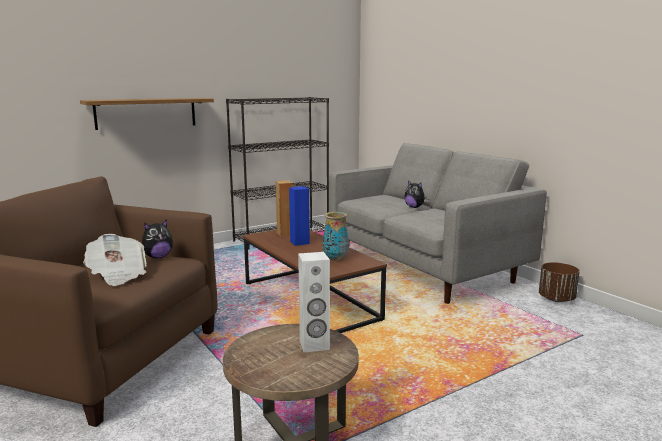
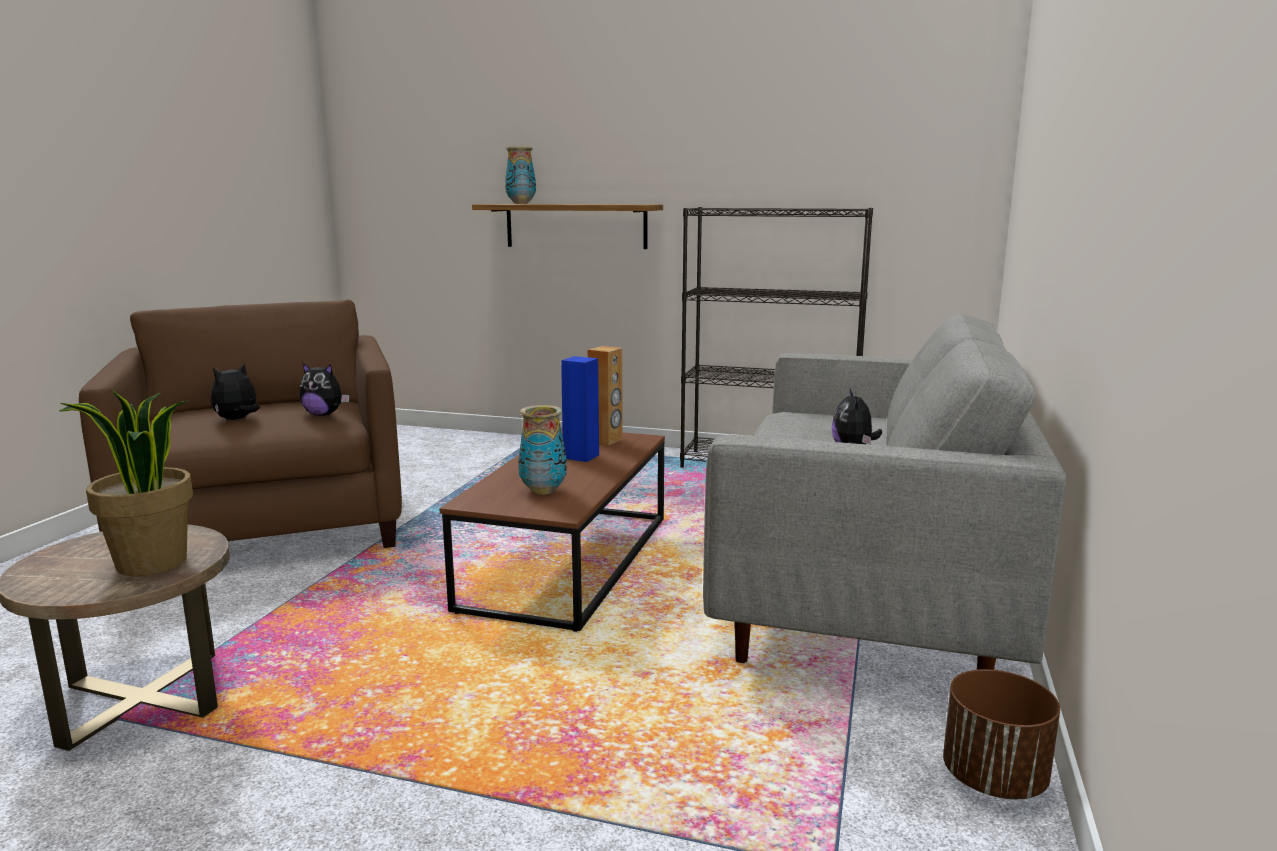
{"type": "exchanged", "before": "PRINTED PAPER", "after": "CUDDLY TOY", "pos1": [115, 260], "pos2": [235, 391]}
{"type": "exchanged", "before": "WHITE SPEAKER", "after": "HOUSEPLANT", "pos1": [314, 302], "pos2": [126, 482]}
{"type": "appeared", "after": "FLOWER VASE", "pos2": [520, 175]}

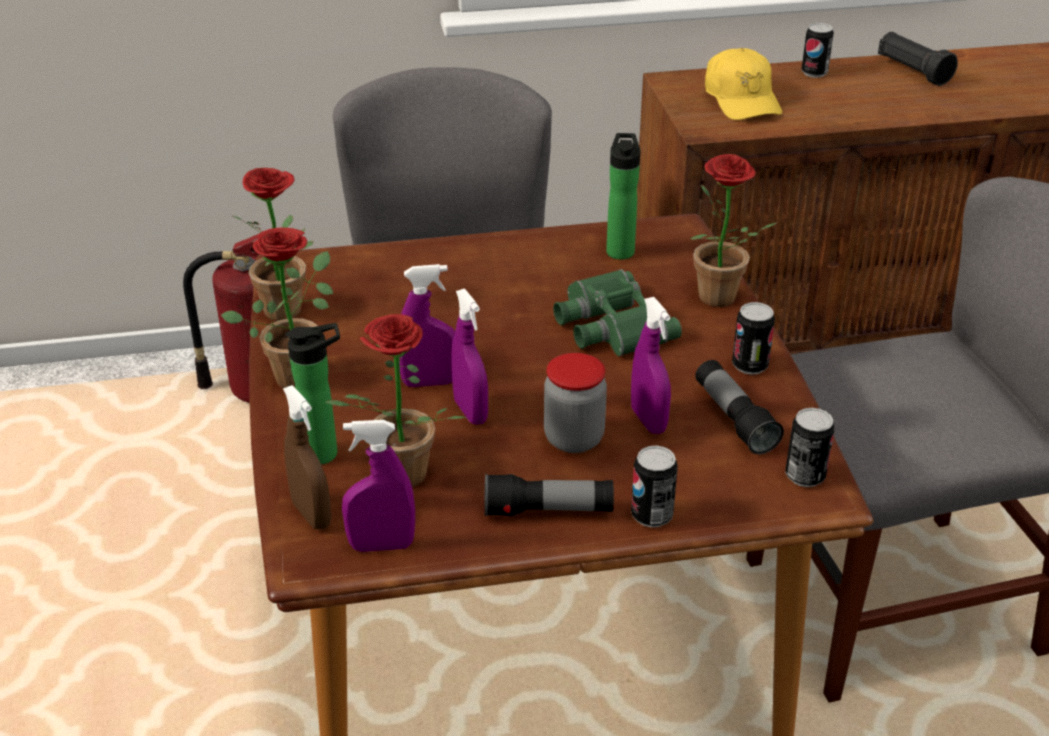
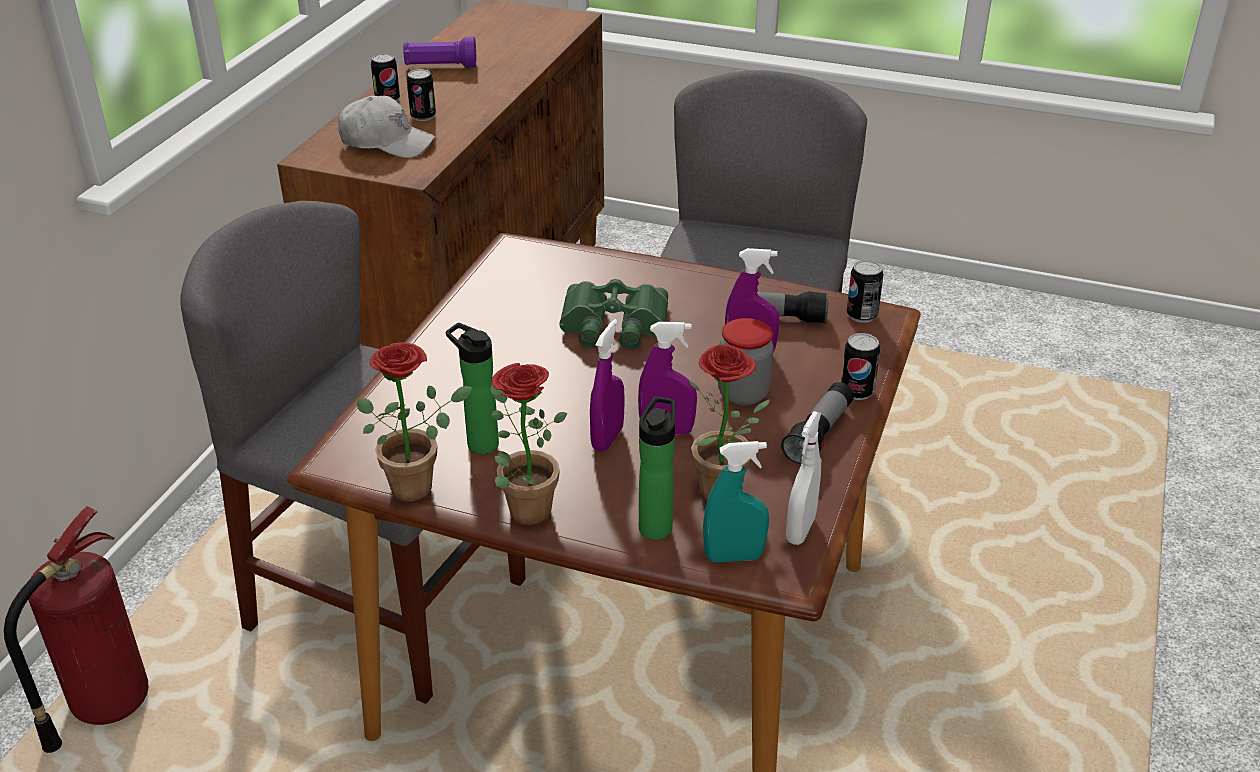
{"type": "colour", "before": "BROWN SPRAYER", "after": "BLUE-GREEN SPRAYER", "pos1": [307, 457], "pos2": [736, 501]}
{"type": "colour", "before": "PURPLISH SPRAYER", "after": "WHITE SPRAYER", "pos1": [378, 486], "pos2": [803, 478]}
{"type": "relocated", "before": "DRINK BOTTLE", "pos1": [623, 196], "pos2": [472, 388]}
{"type": "missing", "before": "HOUSEPLANT", "pos1": [734, 230]}
{"type": "colour", "before": "YELLOWISH BASEBALL CAP", "after": "WHITE BASEBALL CAP", "pos1": [743, 84], "pos2": [386, 127]}
{"type": "relocated", "before": "CAN", "pos1": [753, 338], "pos2": [421, 95]}
{"type": "colour", "before": "BLACK TORCH", "after": "PURPLISH TORCH", "pos1": [918, 59], "pos2": [440, 52]}

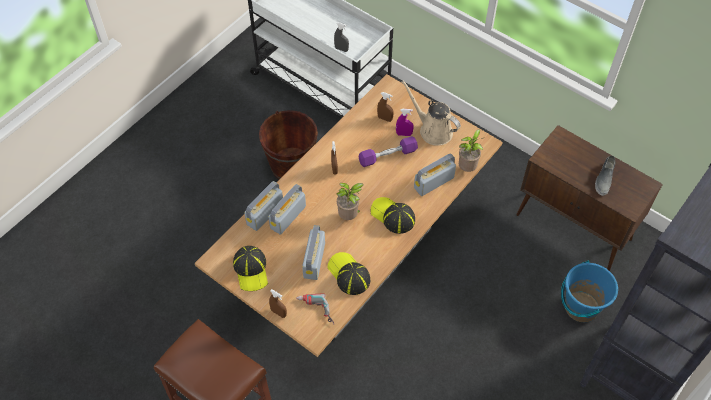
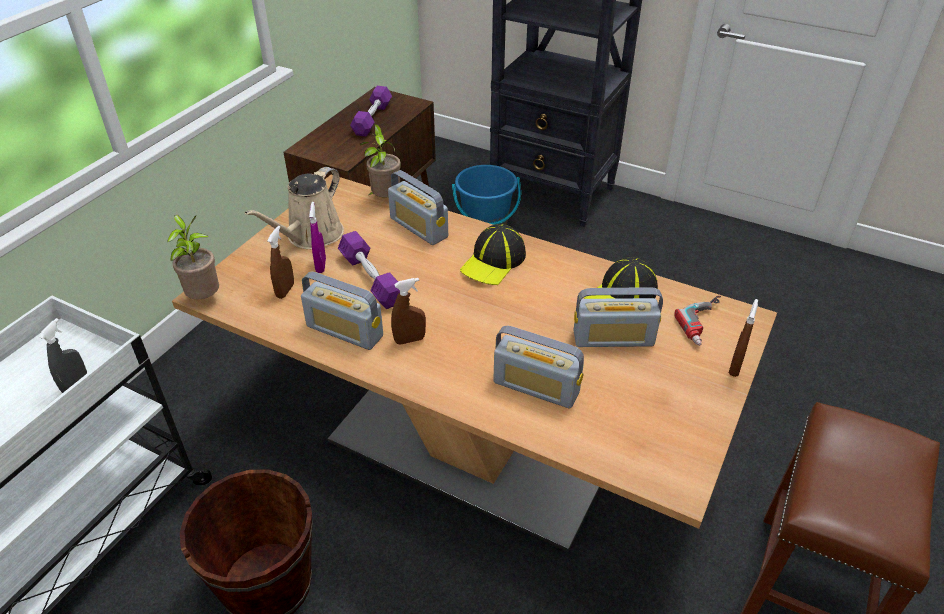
{"type": "missing", "before": "BASEBALL CAP", "pos1": [250, 268]}
{"type": "relocated", "before": "RADIO", "pos1": [263, 206], "pos2": [342, 311]}
{"type": "relocated", "before": "HOUSEPLANT", "pos1": [350, 201], "pos2": [193, 257]}
{"type": "exchanged", "before": "GREY LOW SHOE", "after": "PURPLISH FREE WEIGHT", "pos1": [605, 175], "pos2": [371, 111]}

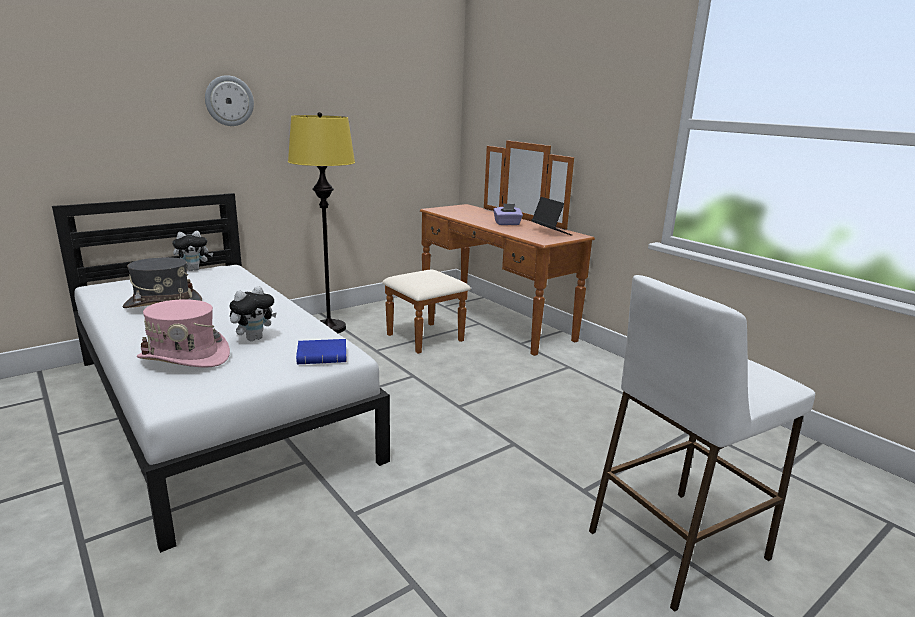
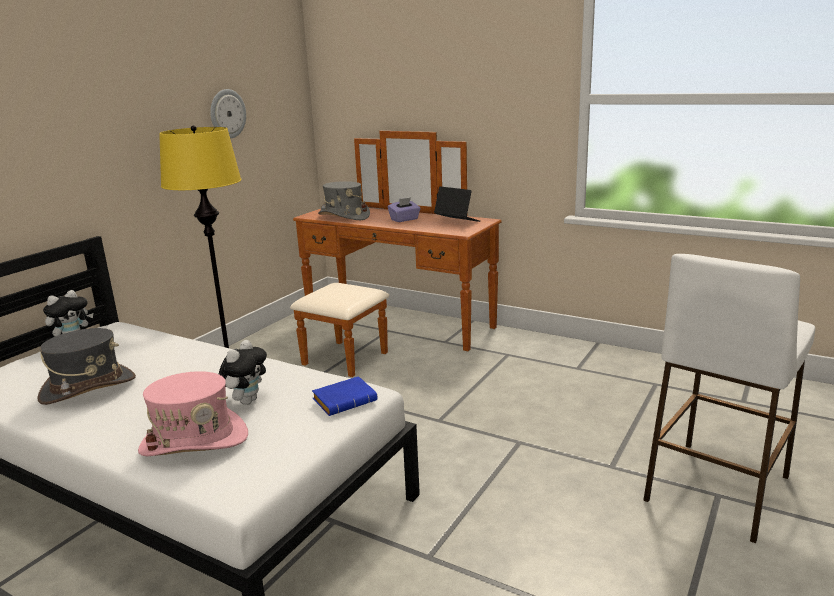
{"type": "relocated", "before": "CLOCK ON THE WALL", "pos1": [229, 100], "pos2": [228, 114]}
{"type": "appeared", "after": "GREY HAT", "pos2": [344, 200]}

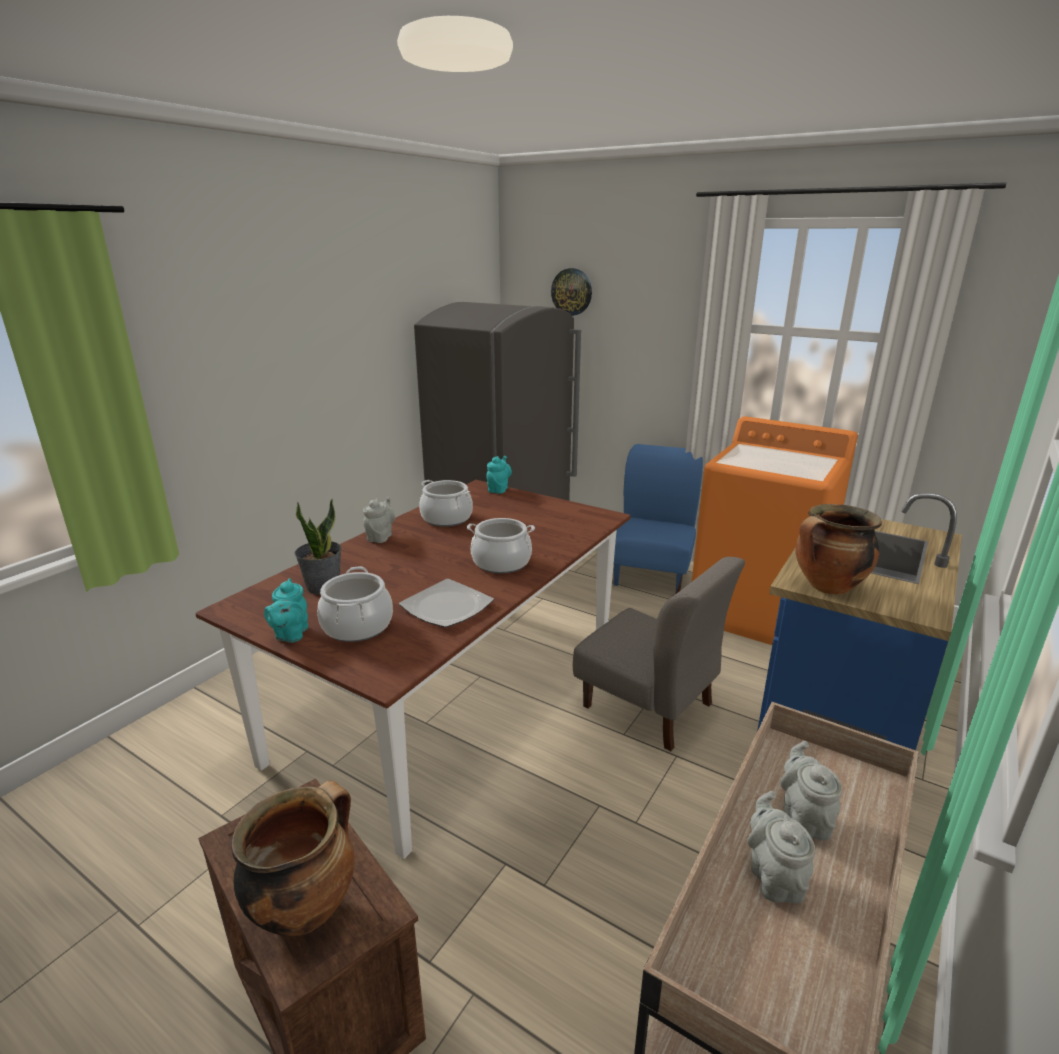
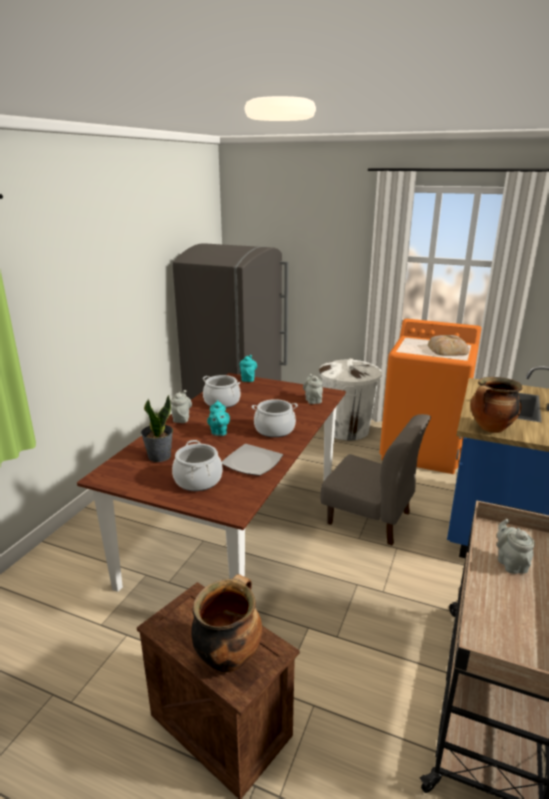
{"type": "relocated", "before": "BLUE-GREEN TEA POT", "pos1": [286, 610], "pos2": [218, 418]}
{"type": "missing", "before": "CLOCK ON THE WALL", "pos1": [571, 292]}
{"type": "exchanged", "before": "BLUISH CHAIR", "after": "WHITE RUBBISH BIN", "pos1": [658, 519], "pos2": [350, 399]}
{"type": "relocated", "before": "GREY TEA POT", "pos1": [781, 847], "pos2": [313, 389]}
{"type": "appeared", "after": "BAKED BREAD", "pos2": [448, 345]}

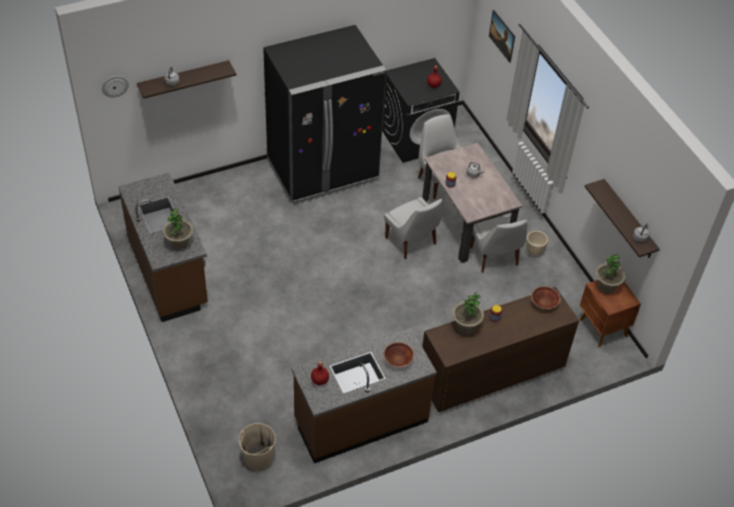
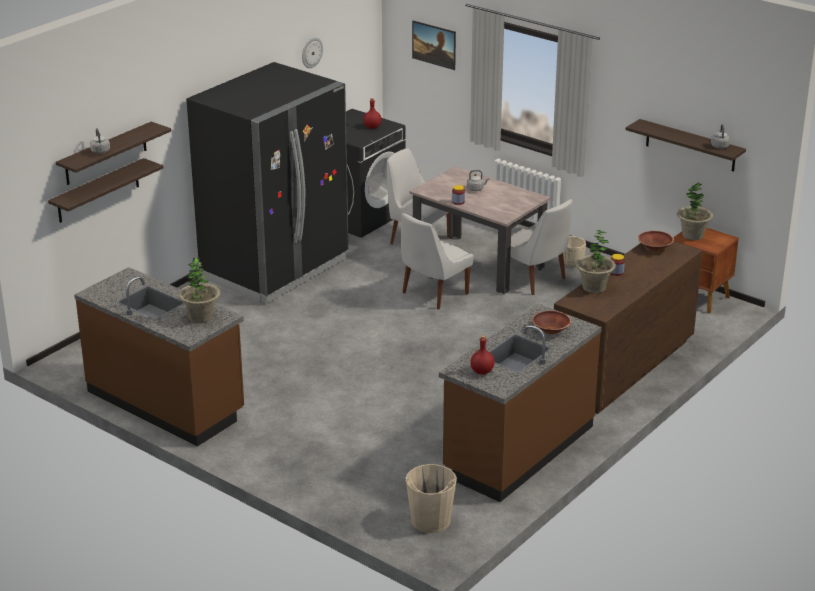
{"type": "relocated", "before": "CLOCK ON THE WALL", "pos1": [115, 86], "pos2": [312, 52]}
{"type": "spun", "before": "WHITE CHAIR", "pos1": [413, 228], "pos2": [437, 261], "turn": 105}
{"type": "appeared", "after": "BRACKET SHELF", "pos2": [105, 190]}

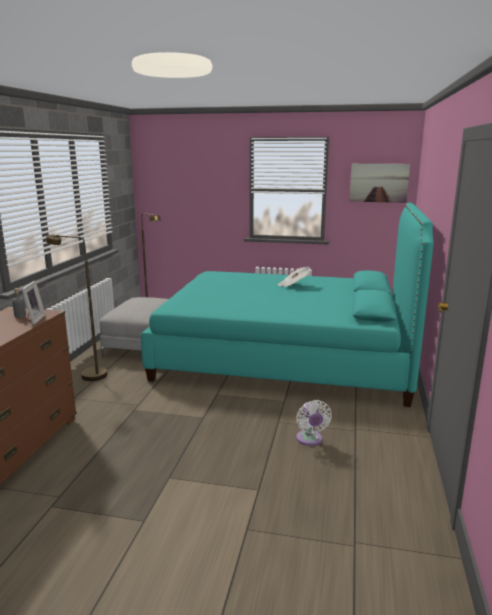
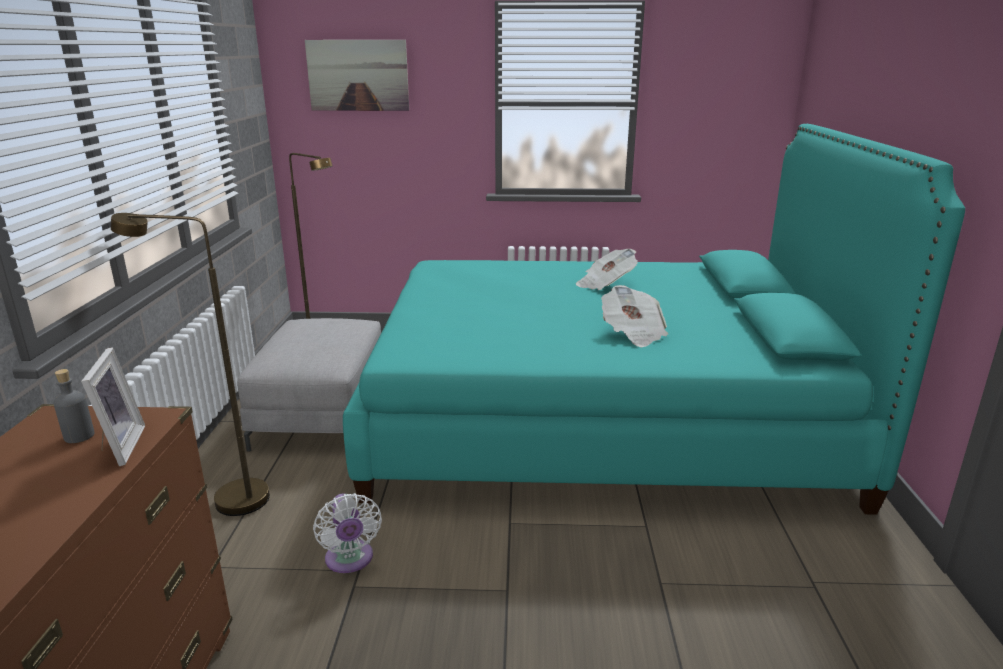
{"type": "relocated", "before": "WHITE FAN", "pos1": [314, 423], "pos2": [347, 533]}
{"type": "relocated", "before": "PICTURE", "pos1": [379, 183], "pos2": [357, 75]}
{"type": "appeared", "after": "PRINTED PAPER", "pos2": [634, 316]}

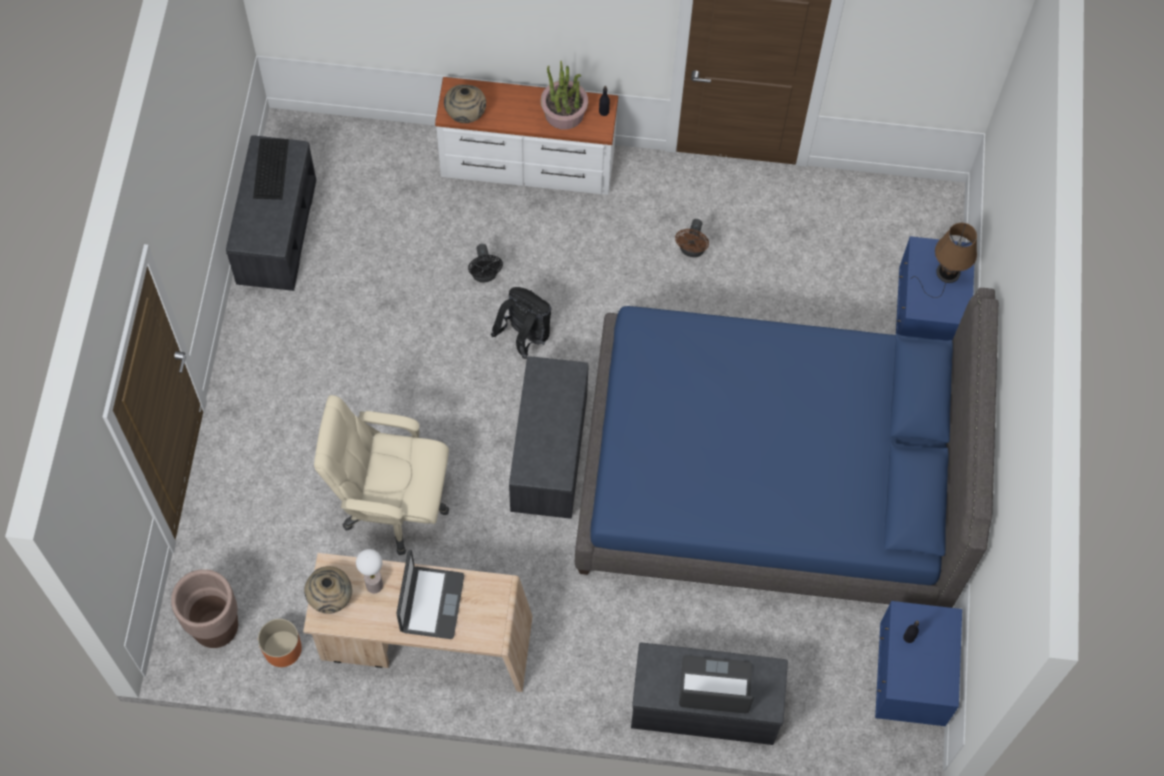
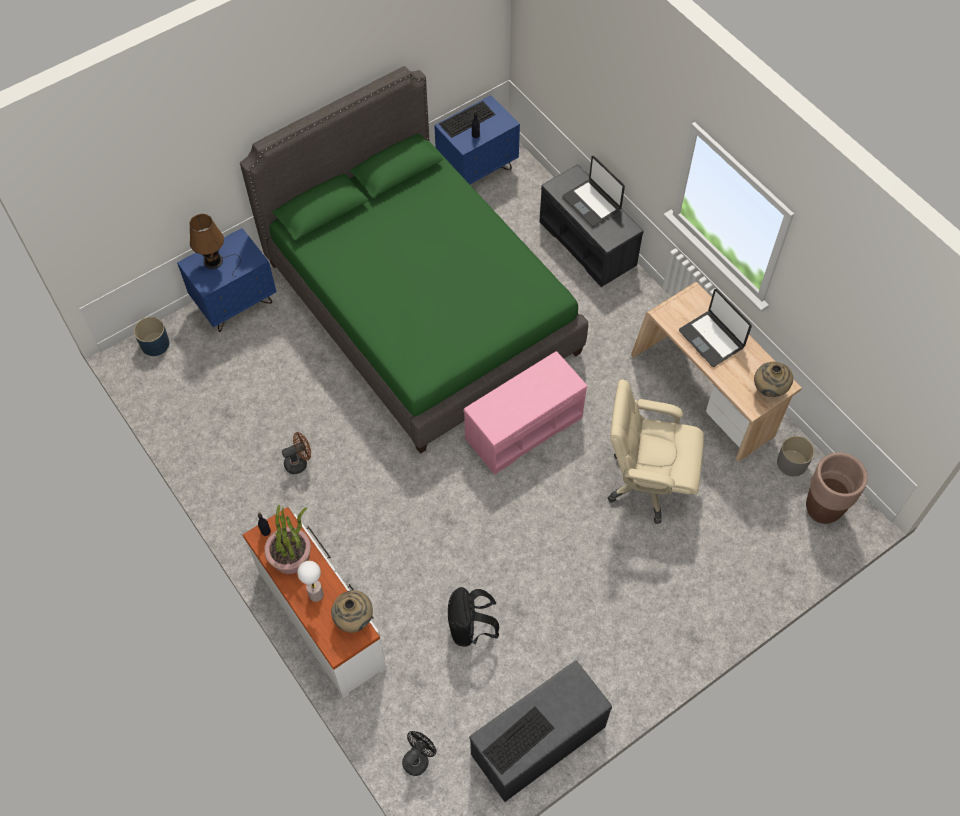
{"type": "colour", "before": "ORANGE PLANT POT", "after": "GREY PLANT POT", "pos1": [280, 643], "pos2": [796, 456]}
{"type": "spun", "before": "SAND-COLOURED DESK CHAIR", "pos1": [381, 475], "pos2": [656, 451], "turn": 135}
{"type": "relocated", "before": "LAMP FOR A TABLE", "pos1": [369, 571], "pos2": [310, 581]}
{"type": "spun", "before": "PORTABLE COMPUTER", "pos1": [430, 594], "pos2": [715, 328], "turn": -90}
{"type": "relocated", "before": "BLACK FAN", "pos1": [485, 263], "pos2": [419, 753]}
{"type": "relocated", "before": "BLACK RUCKSACK", "pos1": [521, 323], "pos2": [473, 617]}
{"type": "colour", "before": "GREY INDOOR BENCH", "after": "PINKISH INDOOR BENCH", "pos1": [549, 437], "pos2": [525, 413]}
{"type": "colour", "before": "BLUISH SLEEPING BED", "after": "GREEN-COLOURED SLEEPING BED", "pos1": [786, 448], "pos2": [414, 260]}
{"type": "appeared", "after": "BLUISH PLANT POT", "pos2": [152, 336]}
{"type": "appeared", "after": "COMPUTER KEYBOARD", "pos2": [467, 119]}

